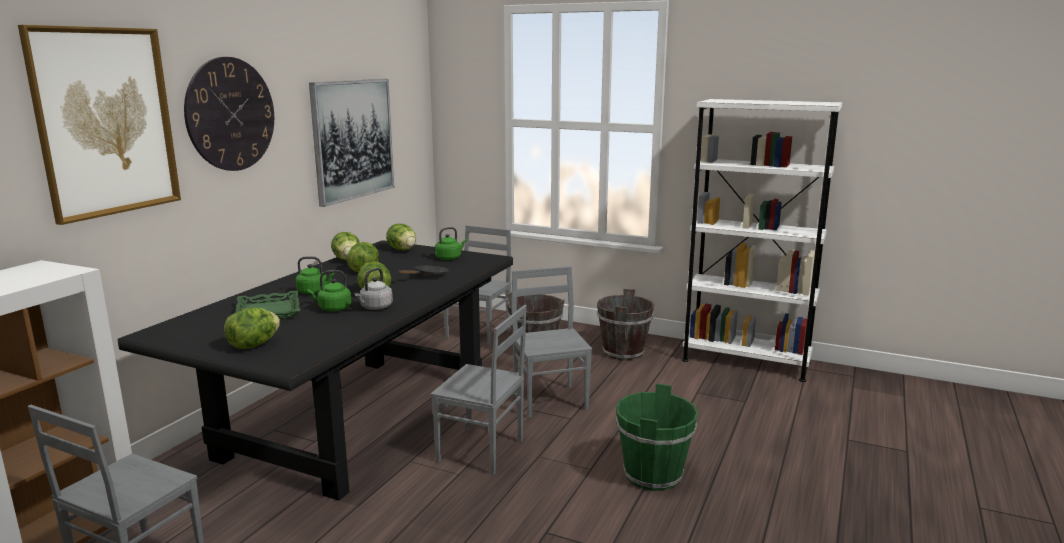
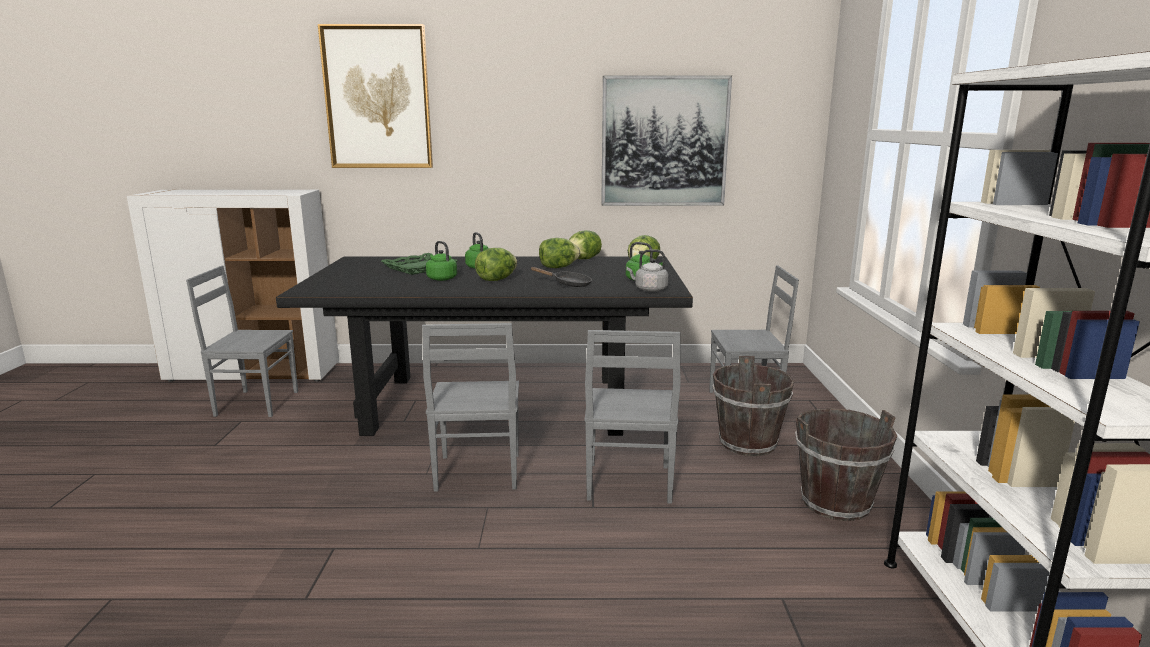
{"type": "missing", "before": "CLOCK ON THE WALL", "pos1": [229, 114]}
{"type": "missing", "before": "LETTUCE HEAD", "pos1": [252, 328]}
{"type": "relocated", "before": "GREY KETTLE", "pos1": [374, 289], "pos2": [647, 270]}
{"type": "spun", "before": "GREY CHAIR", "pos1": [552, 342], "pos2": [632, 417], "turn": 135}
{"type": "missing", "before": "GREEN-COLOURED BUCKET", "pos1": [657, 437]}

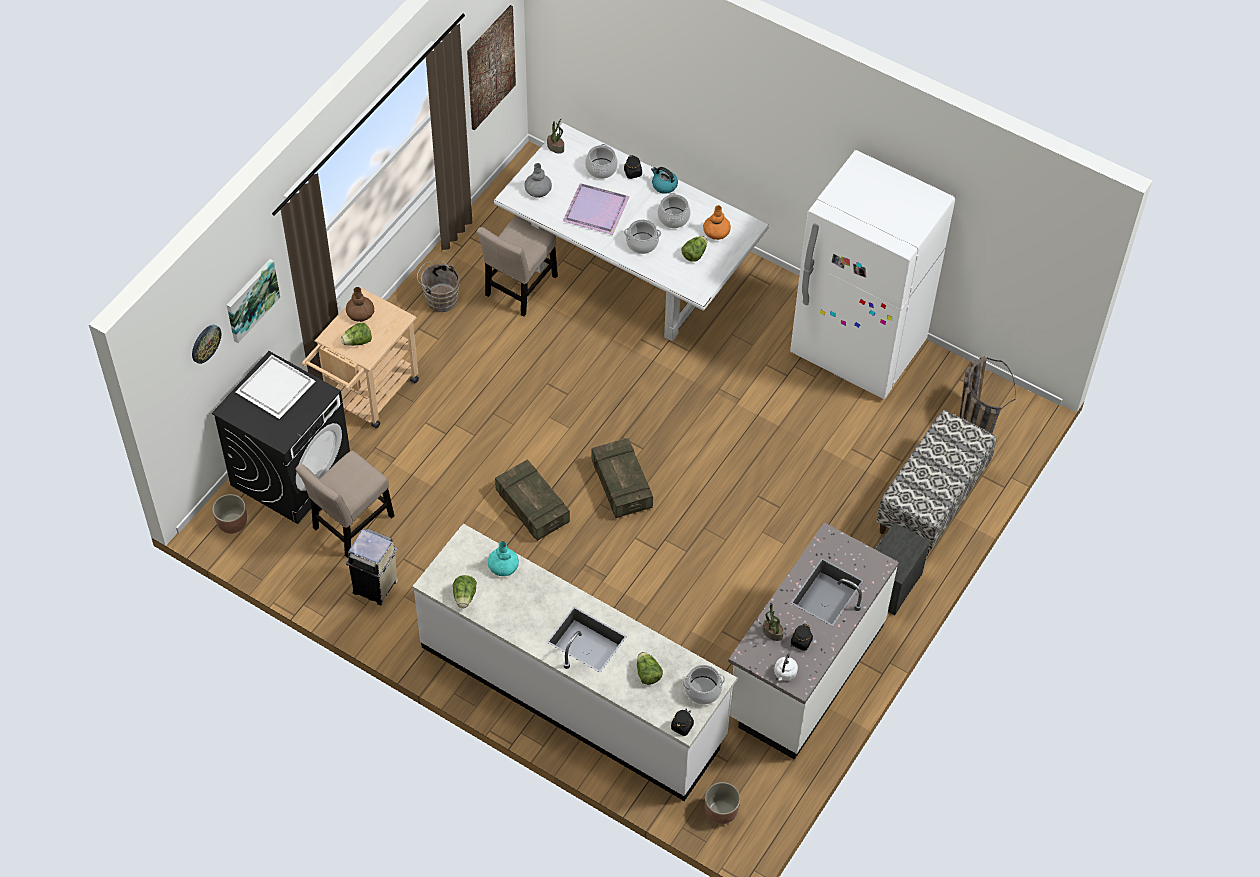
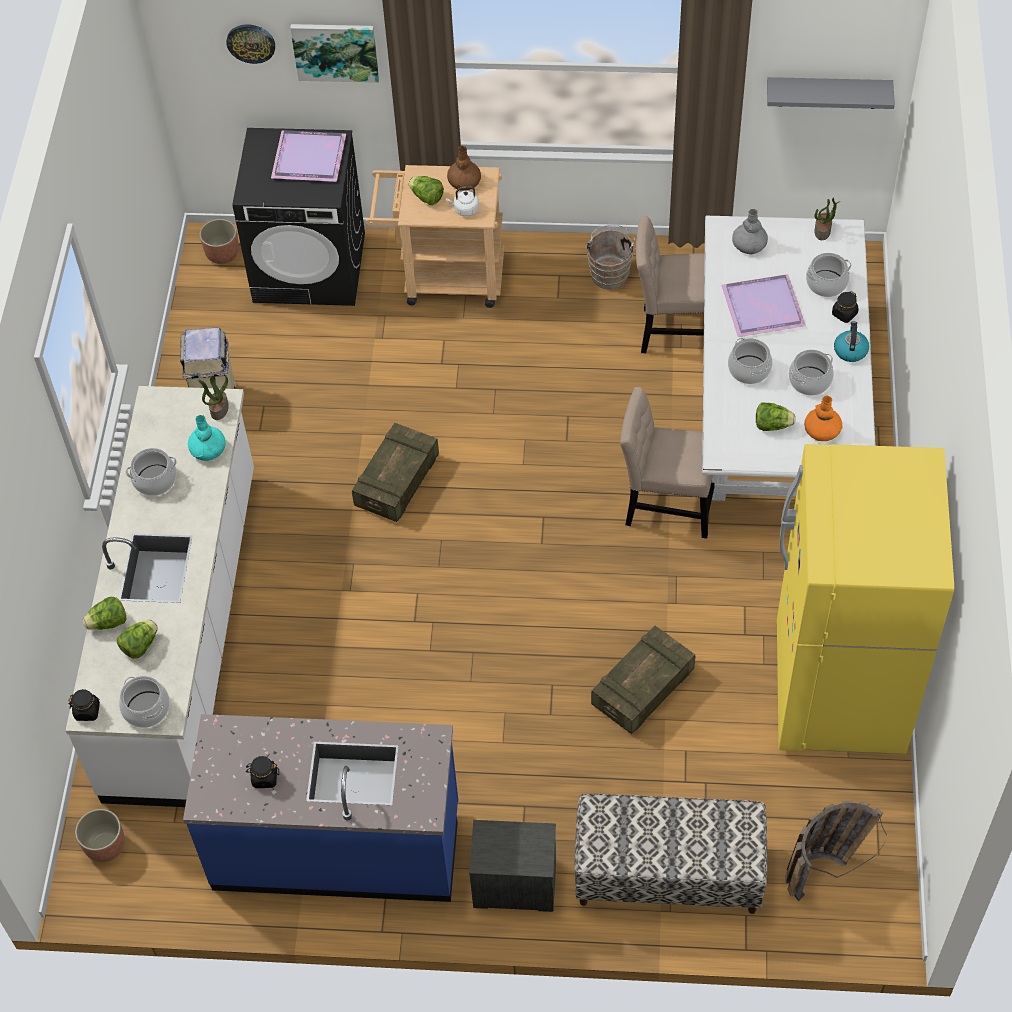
{"type": "colour", "before": "WHITE SERVING TRAY", "after": "PURPLISH SERVING TRAY", "pos1": [275, 387], "pos2": [308, 156]}
{"type": "relocated", "before": "SAND-COLOURED CHAIR", "pos1": [345, 504], "pos2": [667, 463]}
{"type": "relocated", "before": "LETTUCE HEAD", "pos1": [465, 591], "pos2": [105, 613]}
{"type": "exchanged", "before": "PICTURE", "after": "GREY BRACKET SHELF", "pos1": [491, 67], "pos2": [831, 93]}
{"type": "relocated", "before": "CRATE", "pos1": [622, 478], "pos2": [643, 680]}
{"type": "colour", "before": "WHITE KITCHEN BASE UNIT", "after": "BLUISH KITCHEN BASE UNIT", "pos1": [813, 641], "pos2": [320, 808]}
{"type": "relocated", "before": "HOUSEPLANT", "pos1": [773, 622], "pos2": [213, 397]}
{"type": "relocated", "before": "WHITE KETTLE", "pos1": [786, 667], "pos2": [462, 201]}
{"type": "colour", "before": "WHITE FRIDGE", "after": "YELLOWISH FRIDGE", "pos1": [872, 274], "pos2": [865, 599]}
{"type": "appeared", "after": "STOCKPOT", "pos2": [151, 472]}

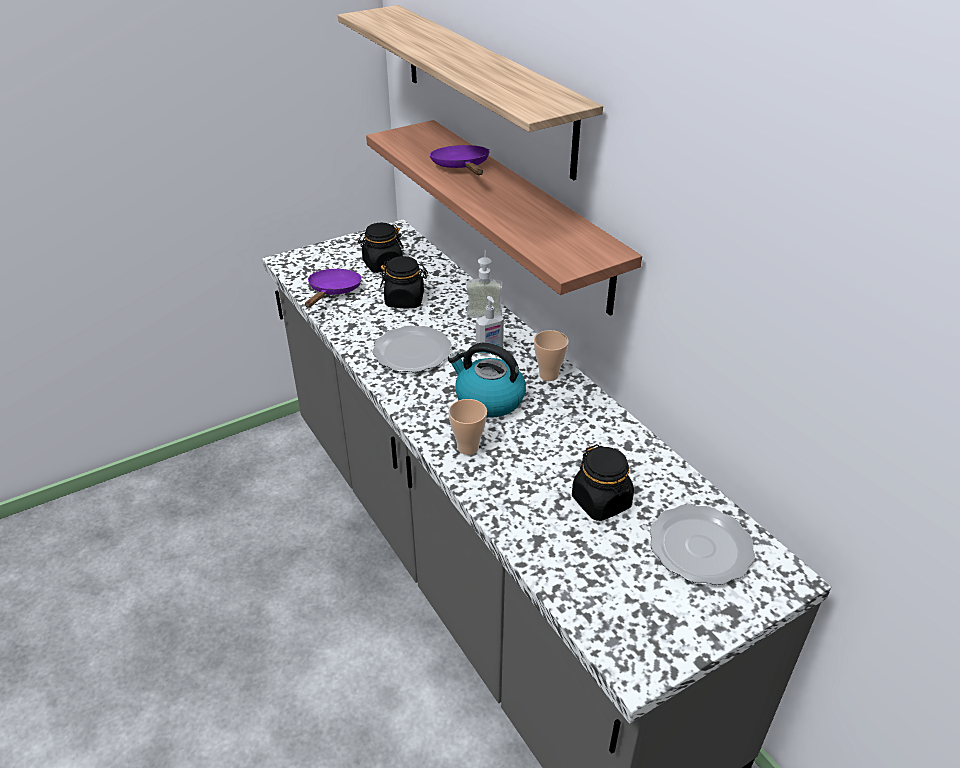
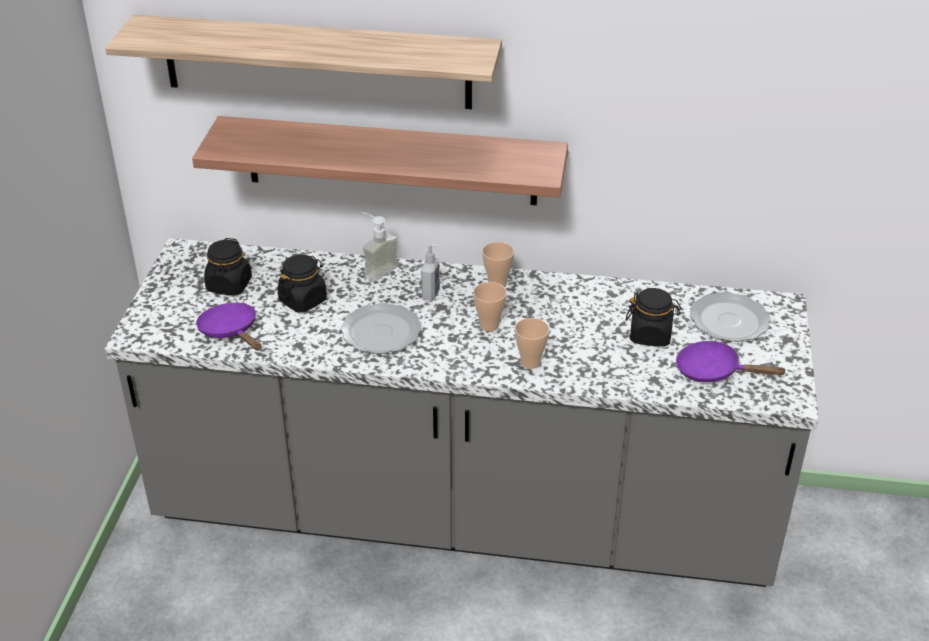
{"type": "relocated", "before": "PURPLISH SKILLET", "pos1": [459, 160], "pos2": [731, 361]}
{"type": "exchanged", "before": "KETTLE", "after": "CUP", "pos1": [487, 380], "pos2": [490, 307]}

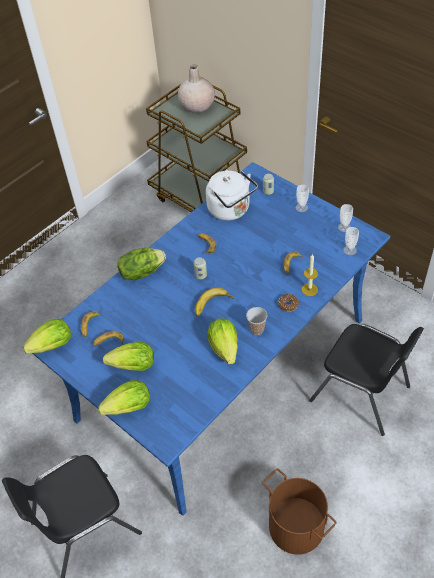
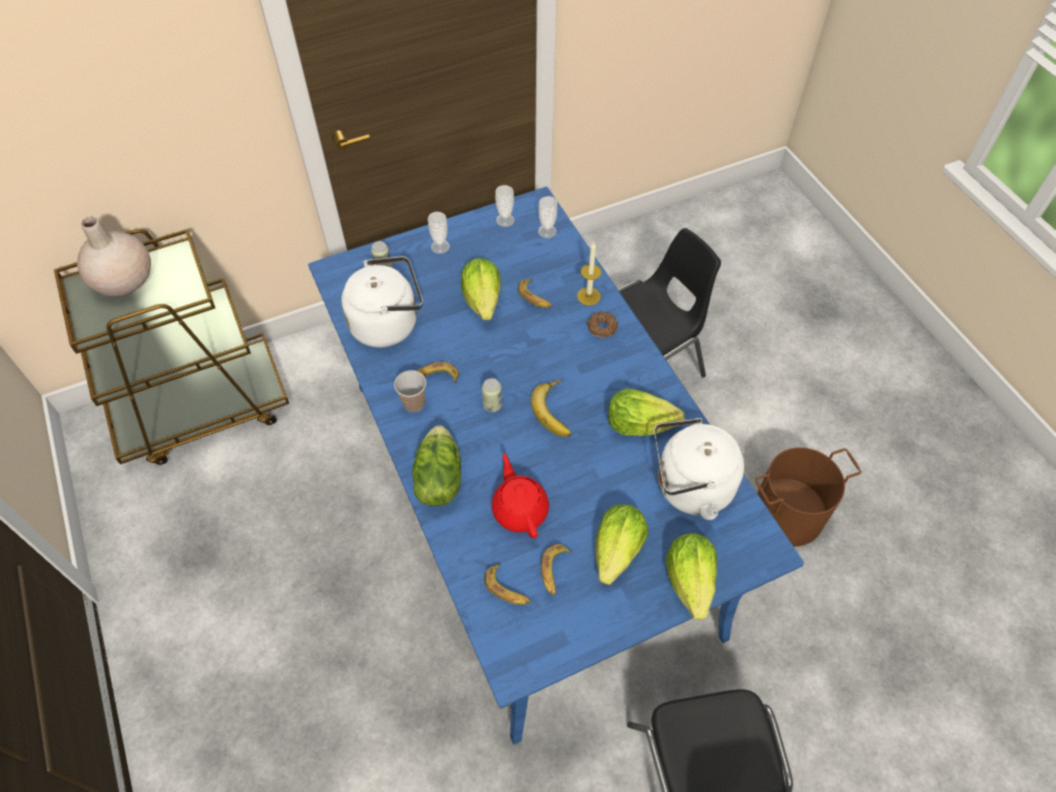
{"type": "relocated", "before": "LETTUCE HEAD", "pos1": [47, 336], "pos2": [481, 289]}
{"type": "relocated", "before": "CUP", "pos1": [256, 321], "pos2": [410, 391]}
{"type": "appeared", "after": "REDDISH TEA POT", "pos2": [520, 496]}
{"type": "appeared", "after": "WHITE KETTLE", "pos2": [699, 469]}

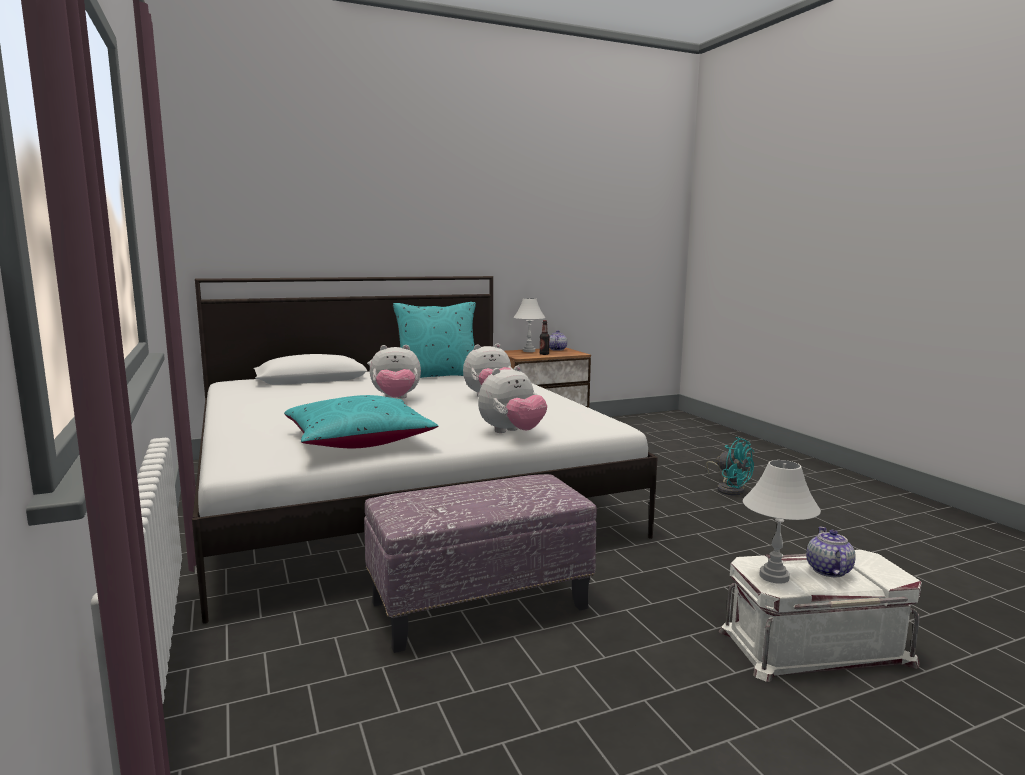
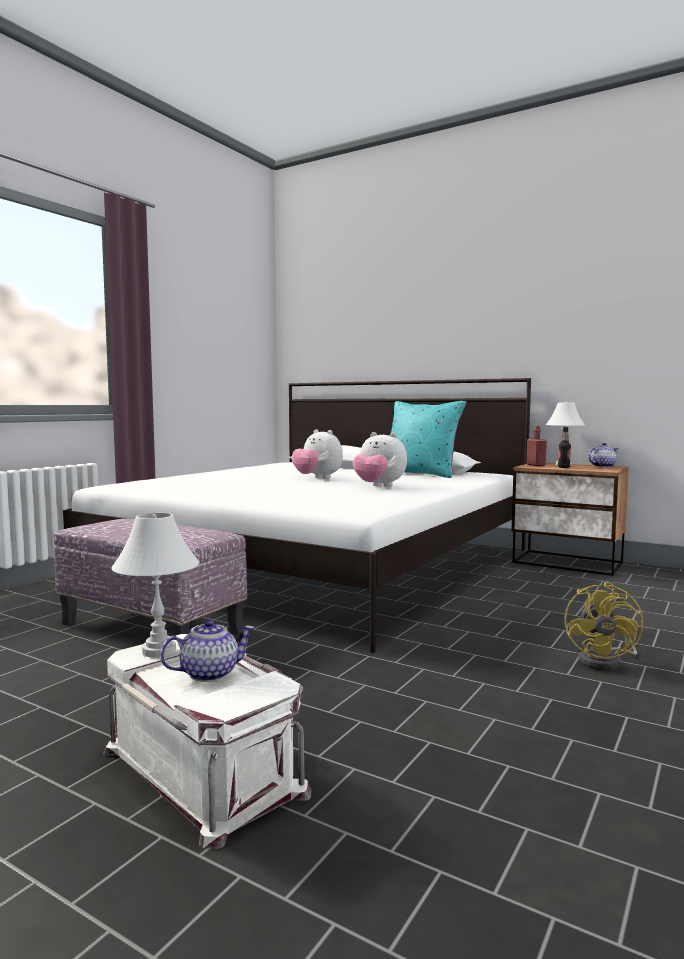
{"type": "missing", "before": "BLUE-GREEN THROW PILLOW", "pos1": [361, 421]}
{"type": "missing", "before": "CUDDLY TOY", "pos1": [512, 399]}
{"type": "colour", "before": "BLUE-GREEN FAN", "after": "YELLOWISH FAN", "pos1": [730, 466], "pos2": [603, 626]}
{"type": "appeared", "after": "REDDISH DRINK BOTTLE", "pos2": [537, 446]}

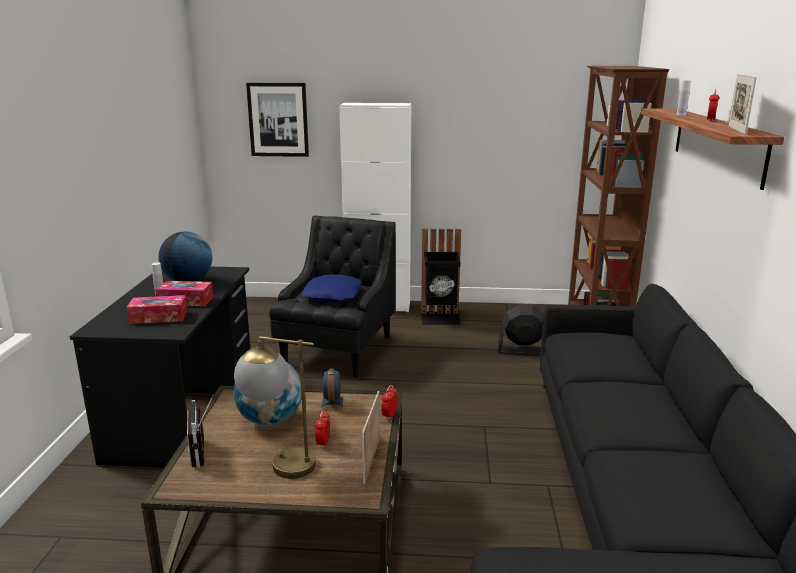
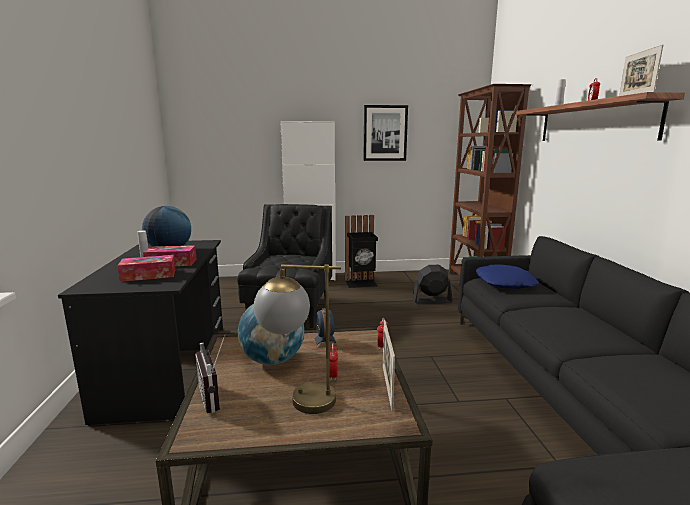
{"type": "relocated", "before": "PICTURE", "pos1": [277, 120], "pos2": [385, 133]}
{"type": "relocated", "before": "BLUISH THROW PILLOW", "pos1": [331, 288], "pos2": [507, 276]}

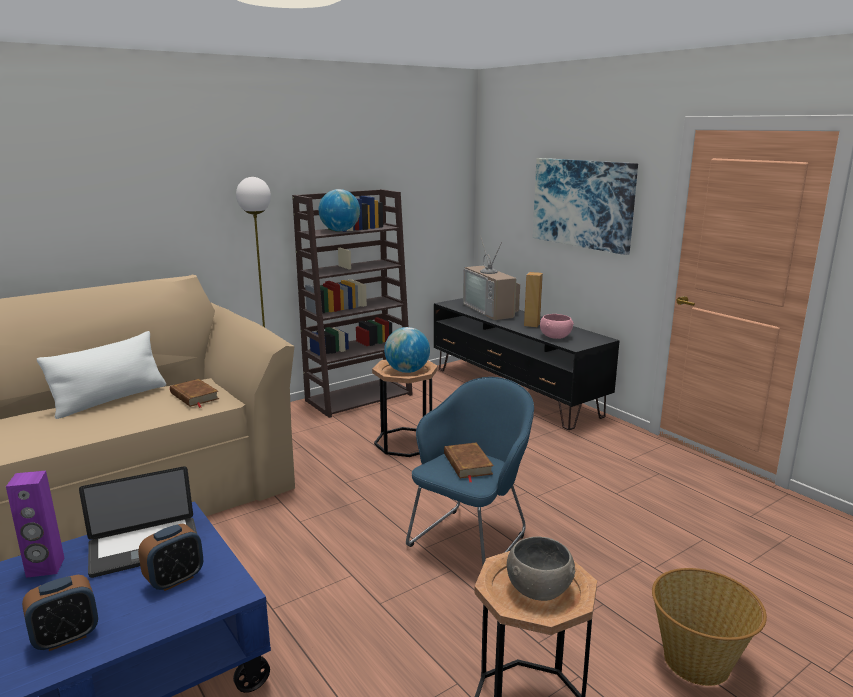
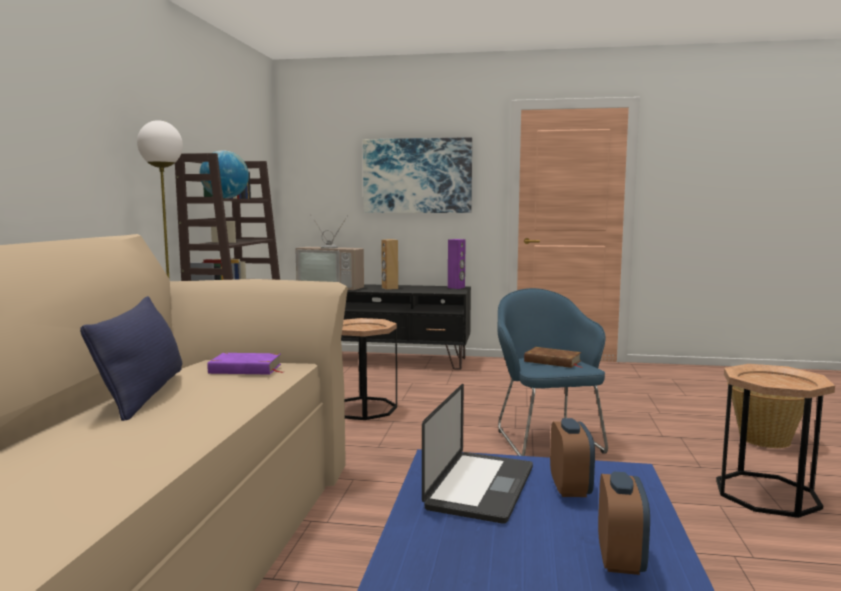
{"type": "relocated", "before": "PURPLISH SPEAKER", "pos1": [35, 524], "pos2": [457, 264]}
{"type": "colour", "before": "WHITE THROW PILLOW", "after": "BLUISH THROW PILLOW", "pos1": [101, 375], "pos2": [131, 358]}
{"type": "colour", "before": "BROWN VOLUME", "after": "PURPLISH VOLUME", "pos1": [194, 393], "pos2": [245, 363]}
{"type": "missing", "before": "DESK GLOBE", "pos1": [407, 350]}
{"type": "missing", "before": "GREY BOWL", "pos1": [541, 568]}
{"type": "missing", "before": "PINKISH BOWL", "pos1": [557, 326]}

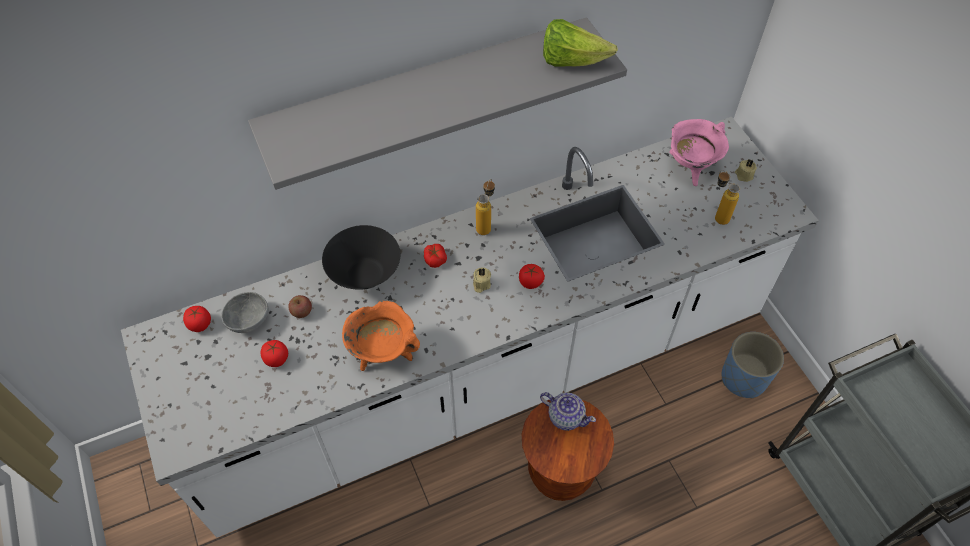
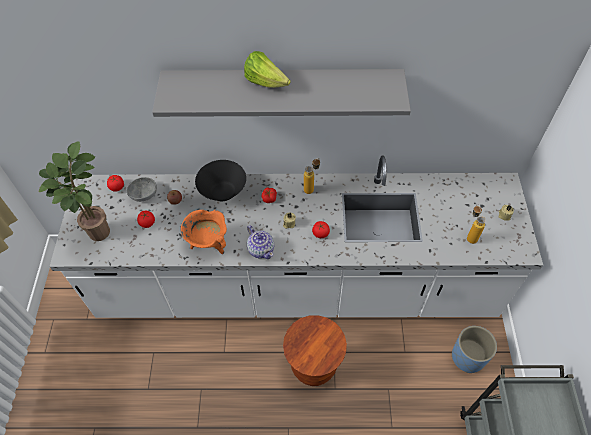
{"type": "relocated", "before": "TEA POT", "pos1": [568, 411], "pos2": [260, 242]}
{"type": "relocated", "before": "LETTUCE HEAD", "pos1": [580, 43], "pos2": [267, 69]}
{"type": "missing", "before": "PINKISH STOCKPOT", "pos1": [699, 152]}
{"type": "appeared", "after": "HOUSEPLANT", "pos2": [74, 191]}

